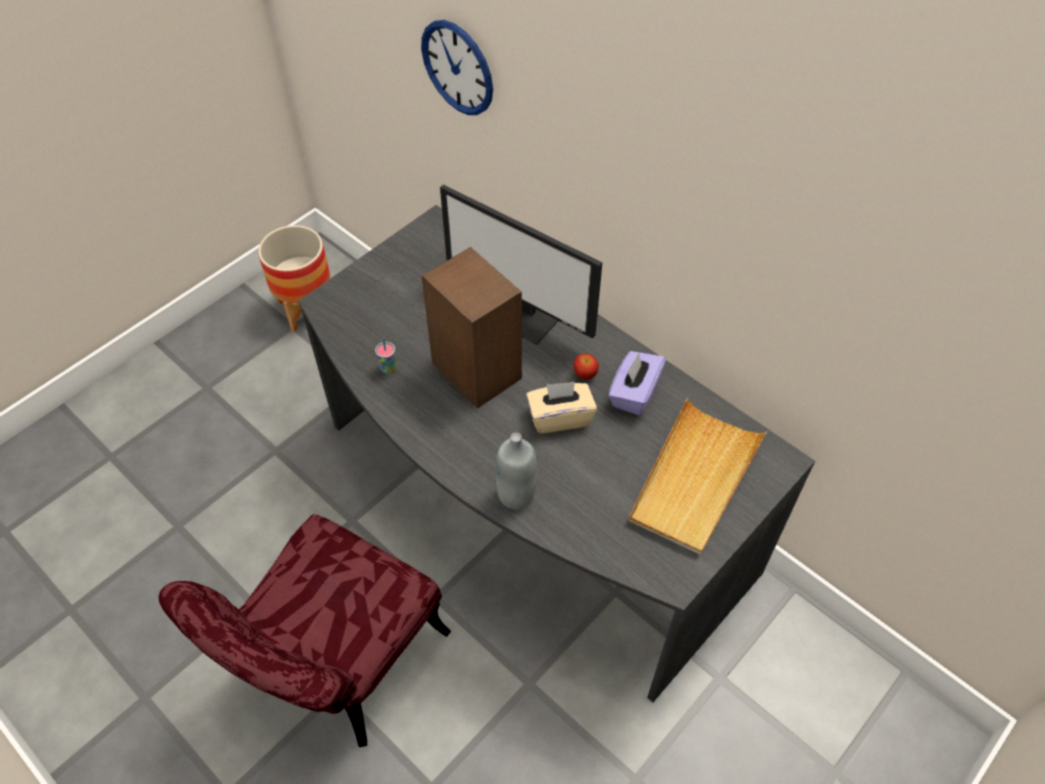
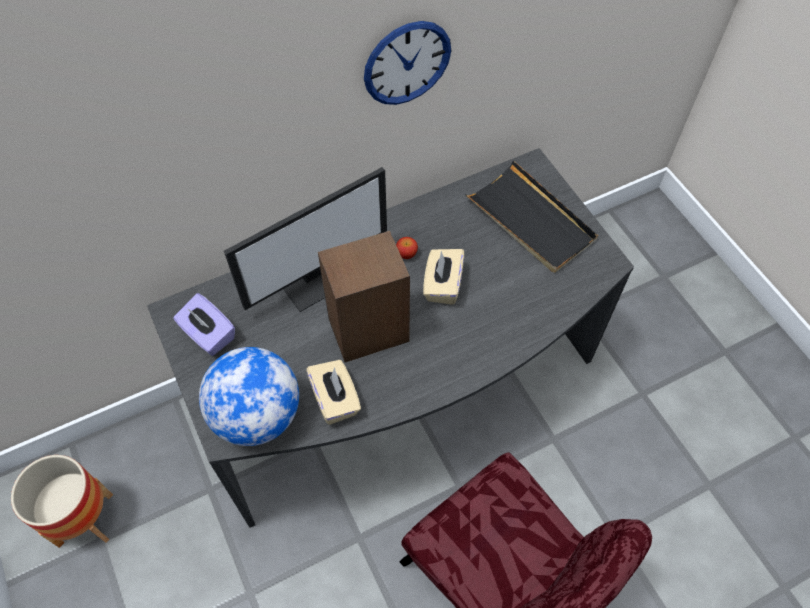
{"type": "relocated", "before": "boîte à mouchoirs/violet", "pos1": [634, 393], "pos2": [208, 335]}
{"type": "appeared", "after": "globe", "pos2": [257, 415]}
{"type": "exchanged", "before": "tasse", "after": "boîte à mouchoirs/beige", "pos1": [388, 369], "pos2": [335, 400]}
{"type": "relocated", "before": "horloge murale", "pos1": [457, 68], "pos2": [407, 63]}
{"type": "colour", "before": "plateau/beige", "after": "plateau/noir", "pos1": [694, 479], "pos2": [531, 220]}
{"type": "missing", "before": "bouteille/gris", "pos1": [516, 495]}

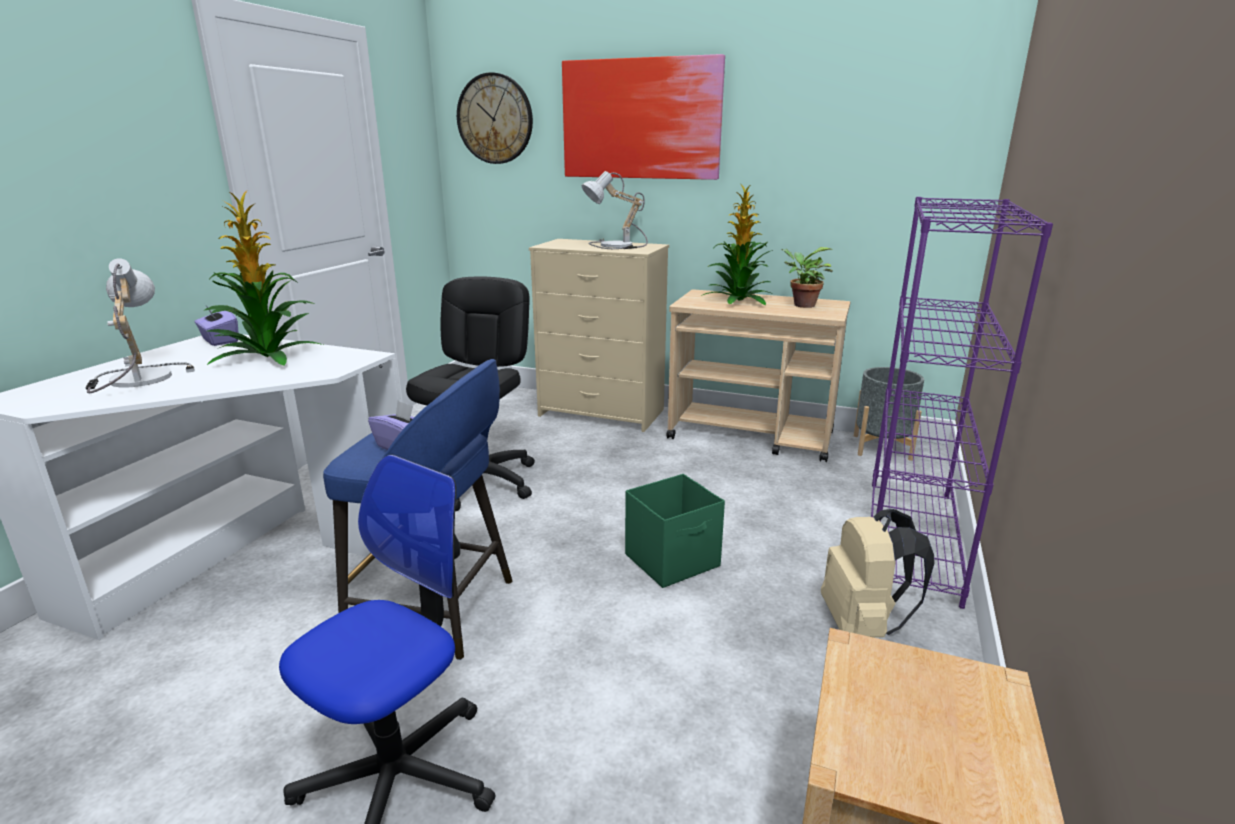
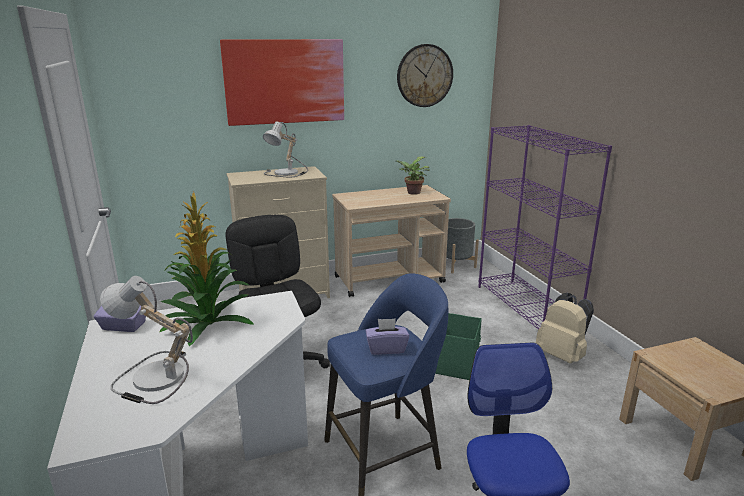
{"type": "relocated", "before": "horloge murale", "pos1": [495, 119], "pos2": [424, 76]}
{"type": "missing", "before": "plante en pot", "pos1": [737, 300]}

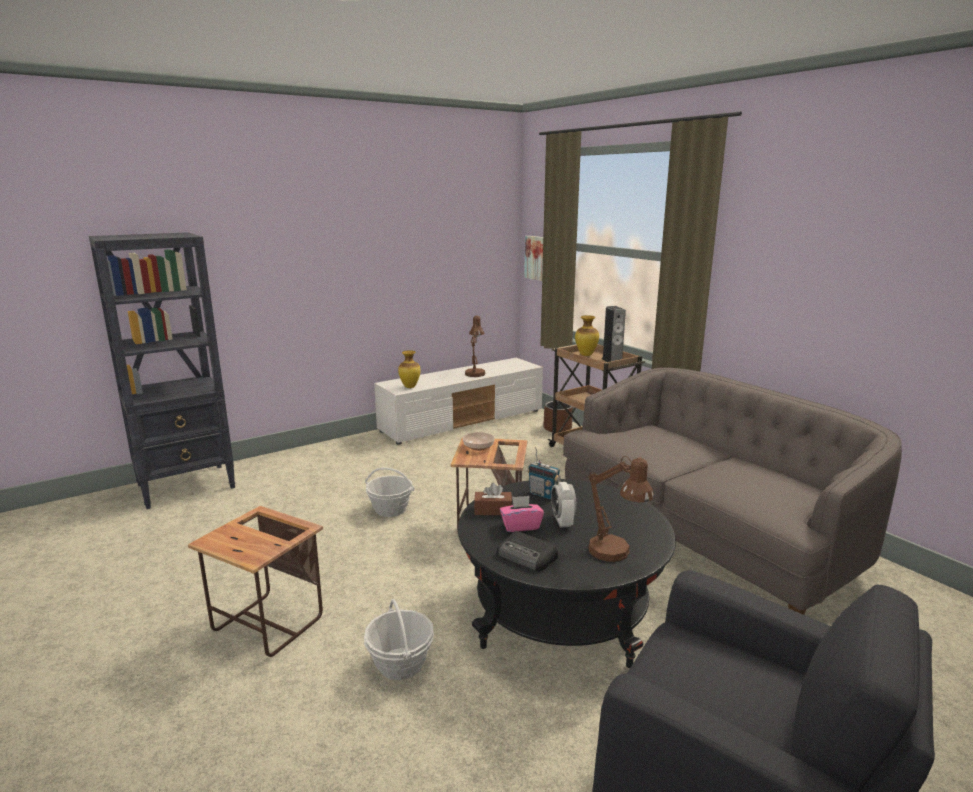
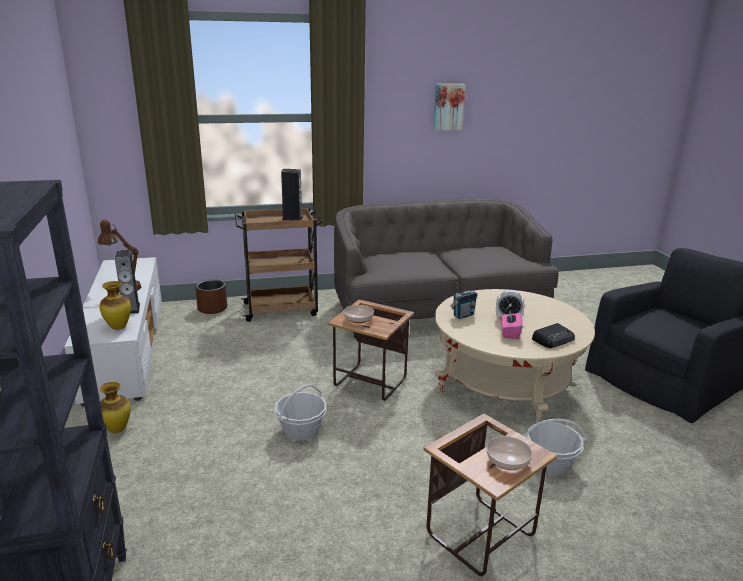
{"type": "relocated", "before": "vase", "pos1": [586, 355], "pos2": [118, 429]}
{"type": "appeared", "after": "enceinte", "pos2": [131, 308]}
{"type": "relocated", "before": "tableau", "pos1": [536, 258], "pos2": [448, 107]}
{"type": "colour", "before": "table basse/noir", "after": "table basse/beige", "pos1": [561, 610], "pos2": [505, 382]}
{"type": "appeared", "after": "bol", "pos2": [507, 461]}
{"type": "missing", "before": "boîte à mouchoirs/marron", "pos1": [493, 510]}
{"type": "missing", "before": "lampe de table/marron", "pos1": [615, 554]}

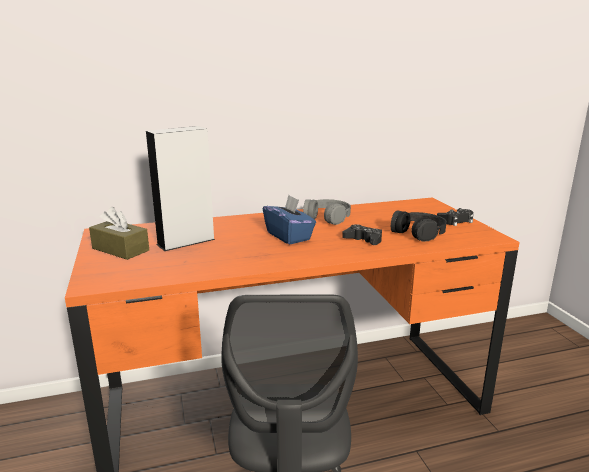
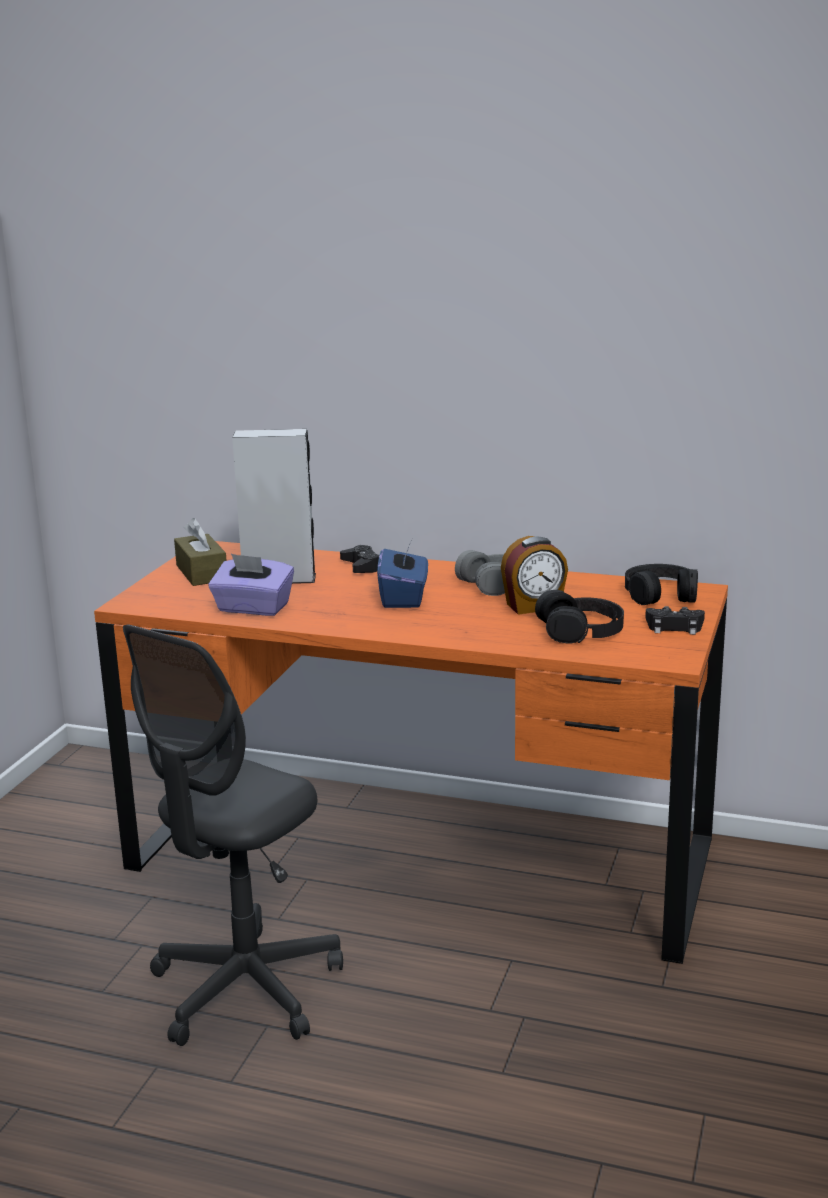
{"type": "appeared", "after": "boîte à mouchoirs/violet", "pos2": [253, 608]}
{"type": "relocated", "before": "manette/noir", "pos1": [363, 240], "pos2": [362, 566]}
{"type": "appeared", "after": "réveil", "pos2": [534, 606]}
{"type": "appeared", "after": "casque audio/noir", "pos2": [661, 594]}

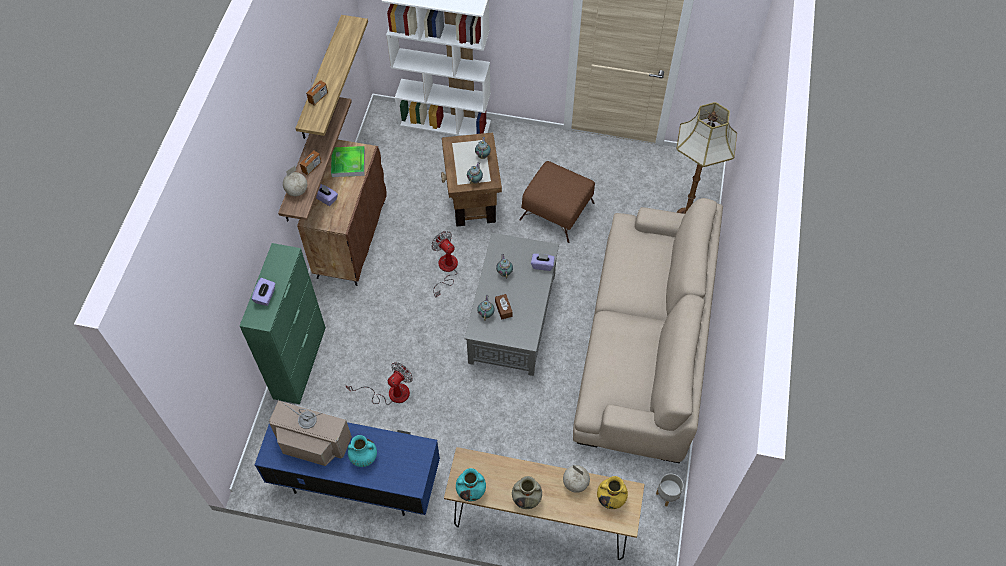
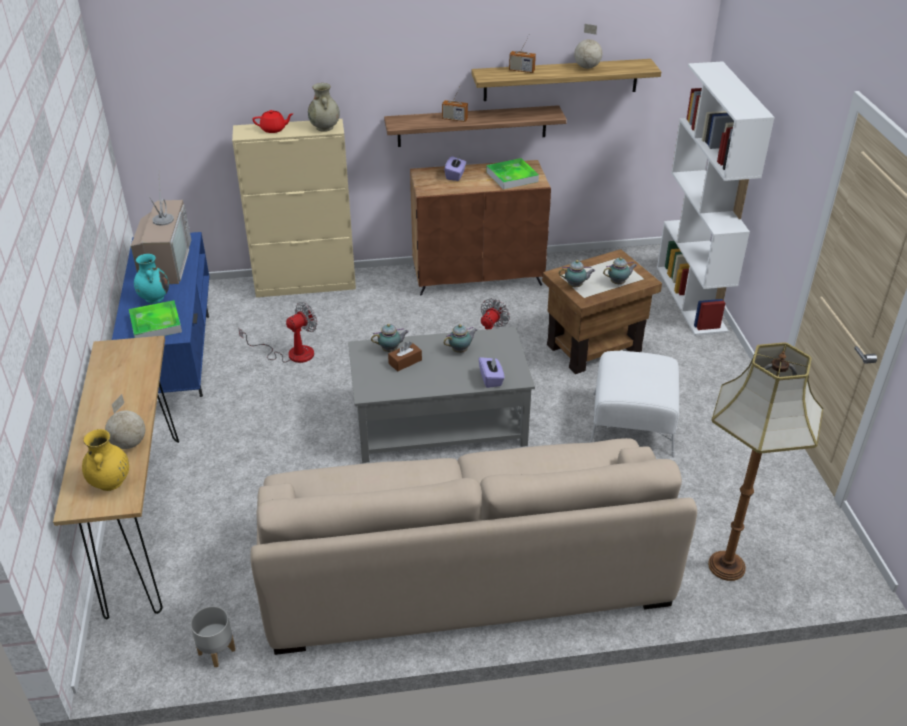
{"type": "appeared", "after": "plateau", "pos2": [156, 324]}
{"type": "colour", "before": "meuble de rangement/vert", "after": "meuble de rangement/beige", "pos1": [300, 362], "pos2": [306, 284]}
{"type": "spun", "before": "ventilateur", "pos1": [390, 393], "pos2": [291, 353], "turn": -60}
{"type": "exchanged", "before": "boîte à mouchoirs/violet", "after": "théière/rouge", "pos1": [265, 296], "pos2": [274, 129]}
{"type": "relocated", "before": "vase/beige", "pos1": [527, 498], "pos2": [325, 128]}
{"type": "relocated", "before": "globe", "pos1": [296, 191], "pos2": [586, 67]}
{"type": "colour", "before": "pouf/marron", "after": "pouf/blanc", "pos1": [557, 211], "pos2": [631, 424]}
{"type": "missing", "before": "vase/turquoise", "pos1": [471, 491]}

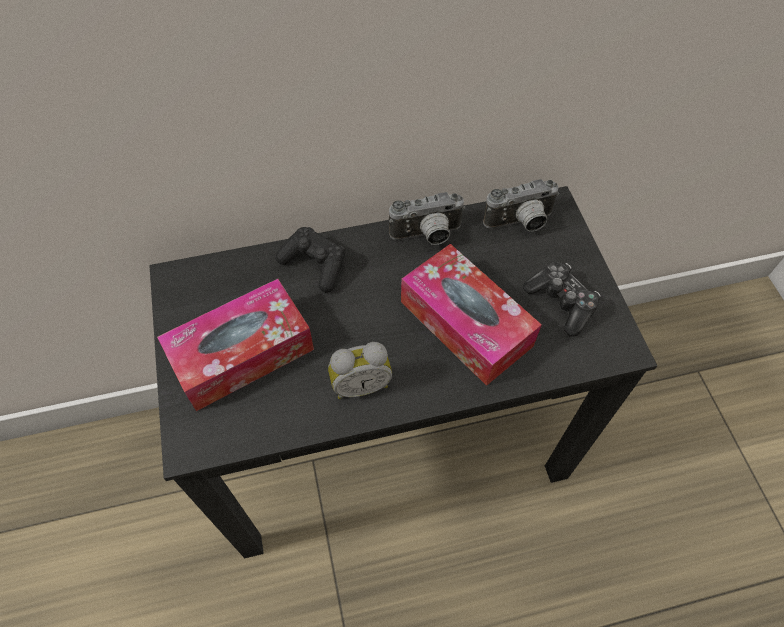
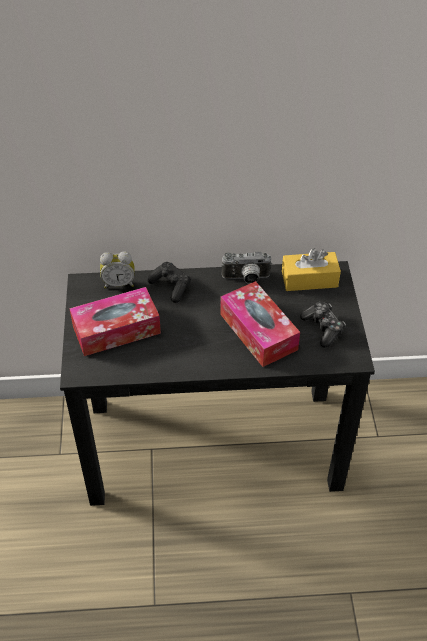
{"type": "relocated", "before": "réveil", "pos1": [360, 384], "pos2": [119, 283]}
{"type": "exchanged", "before": "appareil photo", "after": "boîte à mouchoirs/jaune", "pos1": [520, 223], "pos2": [309, 279]}

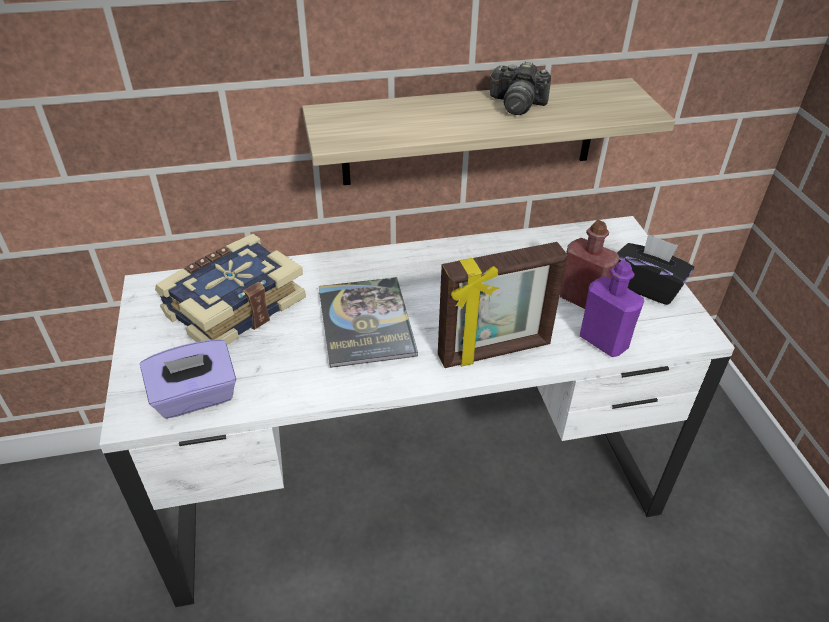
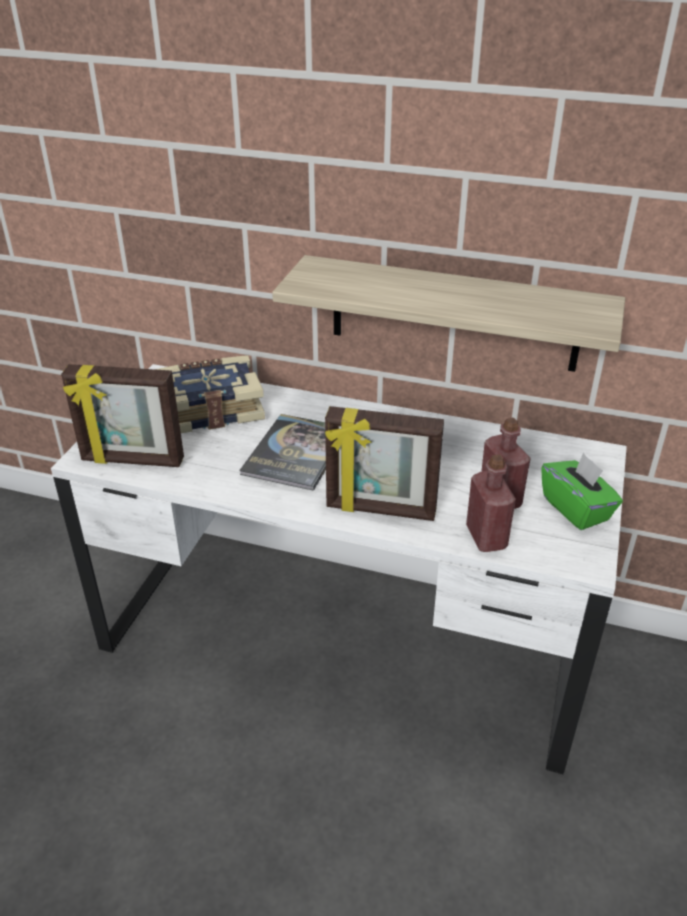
{"type": "exchanged", "before": "boîte à mouchoirs/violet", "after": "cadre photo", "pos1": [196, 397], "pos2": [132, 461]}
{"type": "colour", "before": "bouteille/violet", "after": "bouteille/rouge", "pos1": [603, 342], "pos2": [486, 537]}
{"type": "colour", "before": "boîte à mouchoirs/noir", "after": "boîte à mouchoirs/vert", "pos1": [647, 286], "pos2": [576, 509]}
{"type": "missing", "before": "appareil photo", "pos1": [517, 105]}

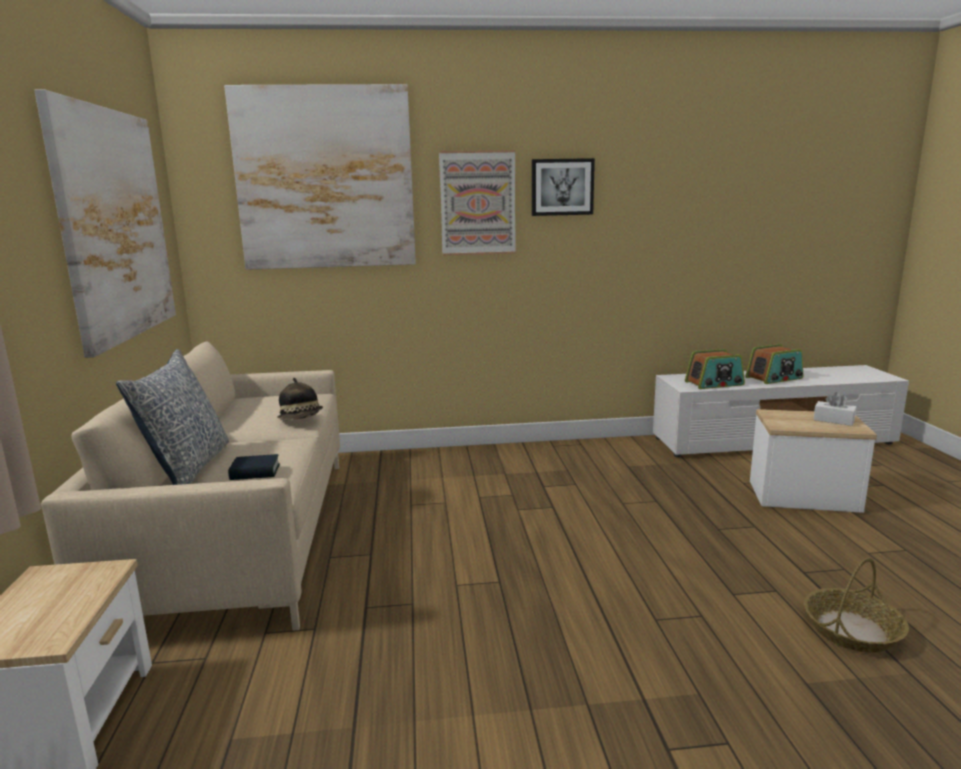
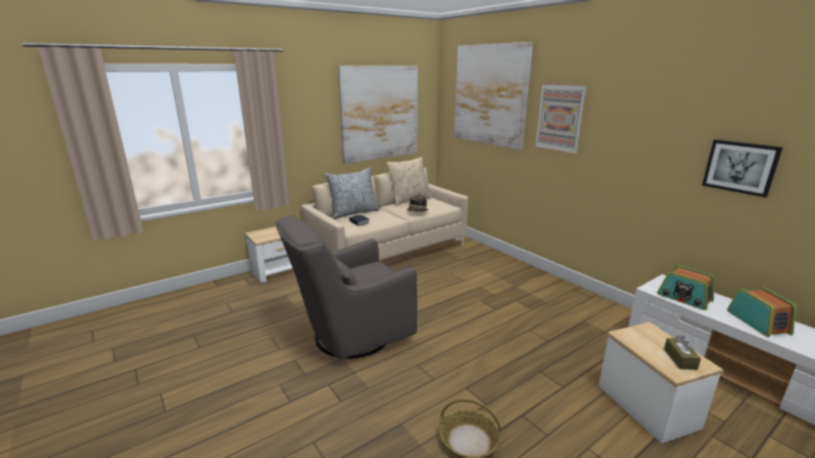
{"type": "appeared", "after": "fauteuil/gris", "pos2": [349, 336]}
{"type": "appeared", "after": "coussin/beige", "pos2": [409, 200]}
{"type": "colour", "before": "boîte à mouchoirs/blanc", "after": "boîte à mouchoirs/marron", "pos1": [833, 420], "pos2": [680, 359]}
{"type": "relocated", "before": "tableau", "pos1": [562, 187], "pos2": [740, 167]}
{"type": "spun", "before": "radio", "pos1": [774, 378], "pos2": [758, 322], "turn": -135}

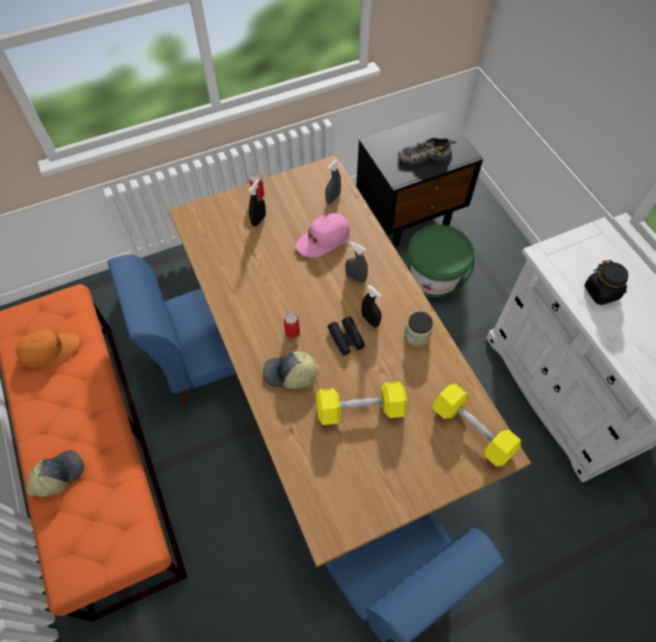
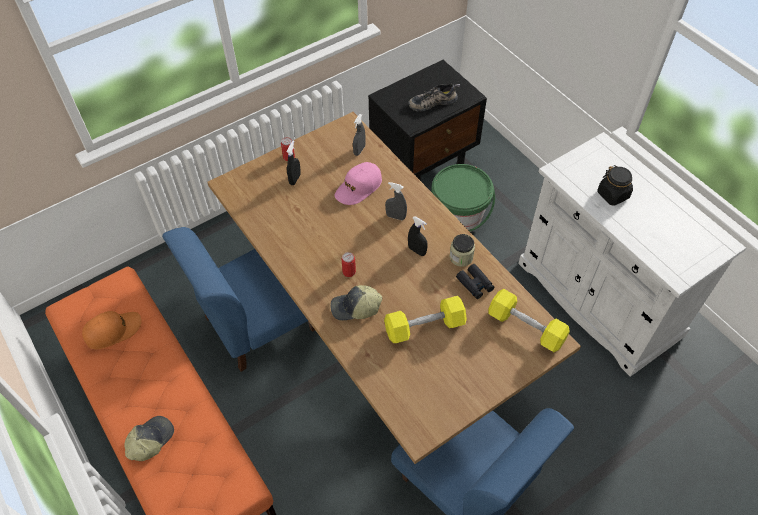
{"type": "relocated", "before": "jumelles/noir", "pos1": [346, 338], "pos2": [475, 284]}

